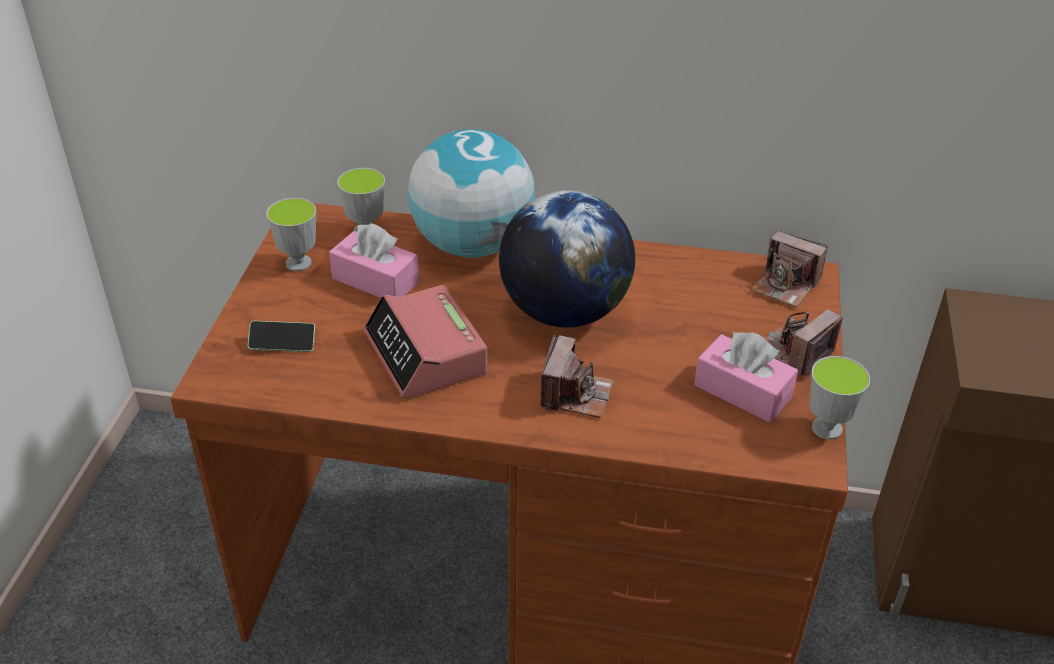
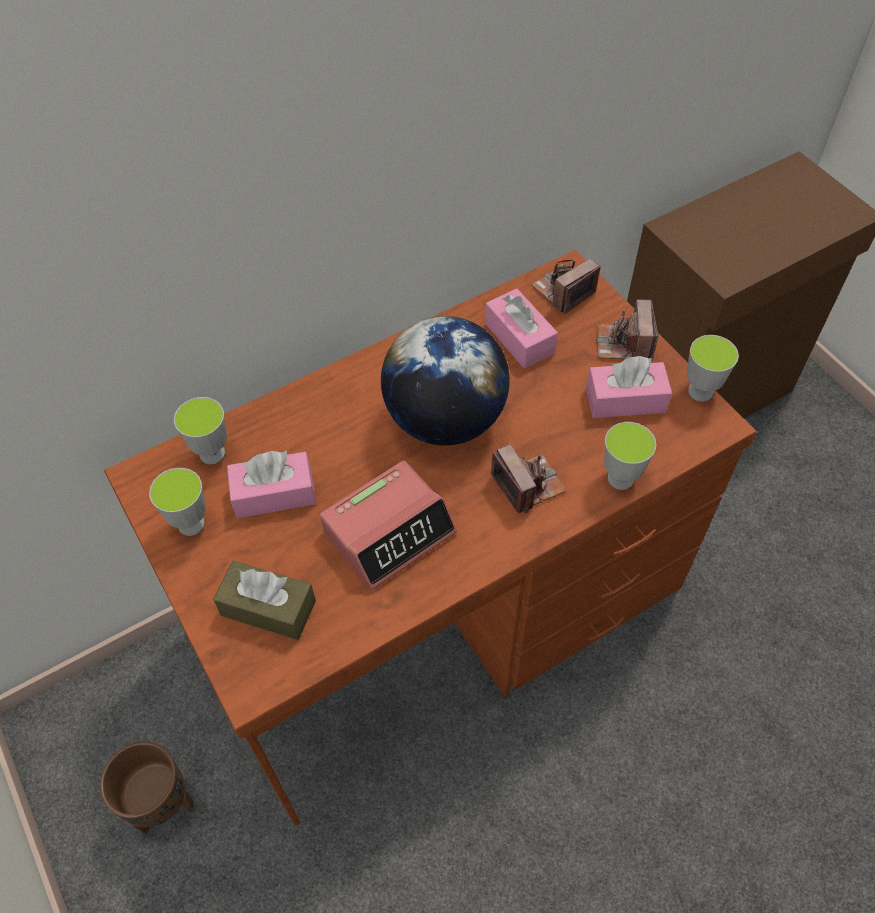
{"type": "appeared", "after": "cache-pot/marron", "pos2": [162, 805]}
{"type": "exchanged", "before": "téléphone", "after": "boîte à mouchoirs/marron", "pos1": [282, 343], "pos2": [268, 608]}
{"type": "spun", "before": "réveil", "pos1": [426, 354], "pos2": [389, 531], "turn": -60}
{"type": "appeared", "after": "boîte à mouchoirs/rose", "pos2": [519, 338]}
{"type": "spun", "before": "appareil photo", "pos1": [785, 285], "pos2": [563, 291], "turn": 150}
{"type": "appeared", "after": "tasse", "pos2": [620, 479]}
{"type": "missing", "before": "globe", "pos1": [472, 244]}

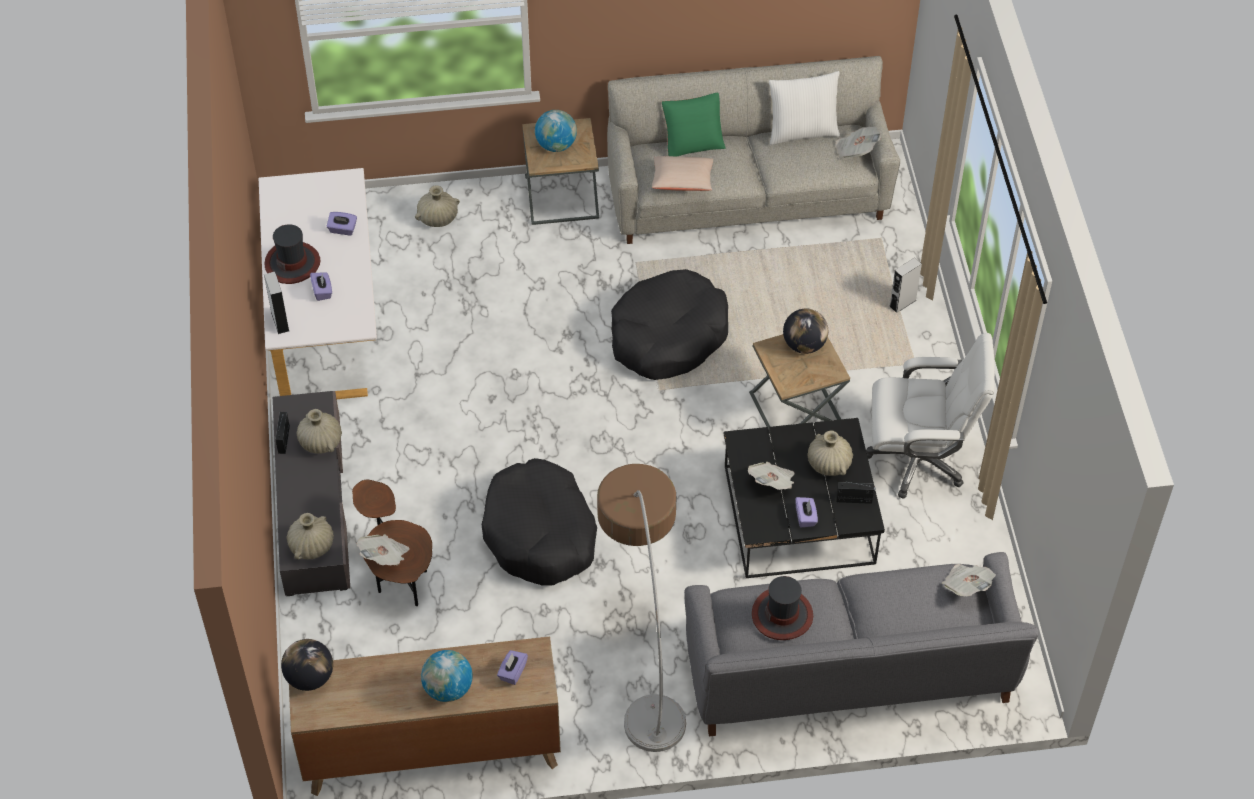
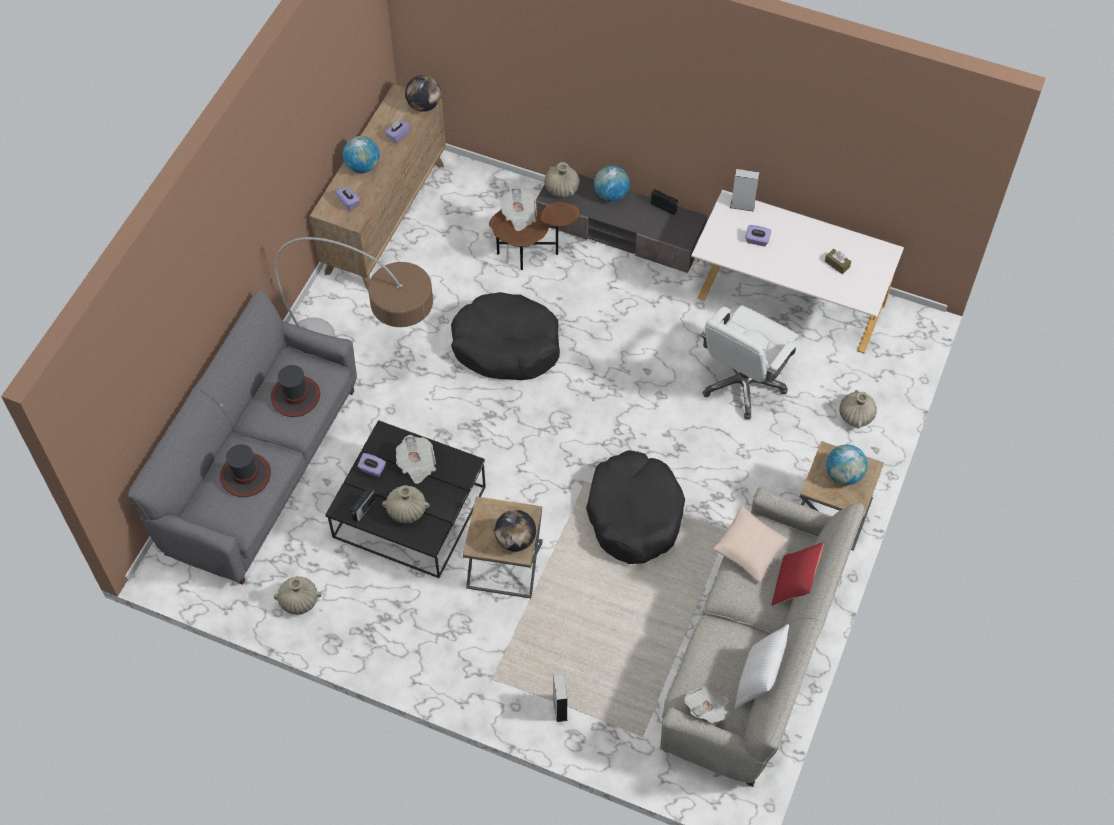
{"type": "relocated", "before": "chapeau", "pos1": [292, 263], "pos2": [245, 475]}
{"type": "relocated", "before": "vase/beige", "pos1": [320, 442], "pos2": [299, 601]}
{"type": "relocated", "before": "boîte à mouchoirs/violet", "pos1": [342, 229], "pos2": [398, 135]}
{"type": "appeared", "after": "globe", "pos2": [611, 194]}
{"type": "relocated", "before": "chaise de bureau/blanc", "pos1": [918, 458], "pos2": [743, 383]}
{"type": "colour", "before": "coussin/vert", "after": "coussin/rouge", "pos1": [693, 141], "pos2": [794, 585]}
{"type": "appeared", "after": "boîte à mouchoirs/marron", "pos2": [837, 264]}
{"type": "missing", "before": "journal", "pos1": [966, 586]}

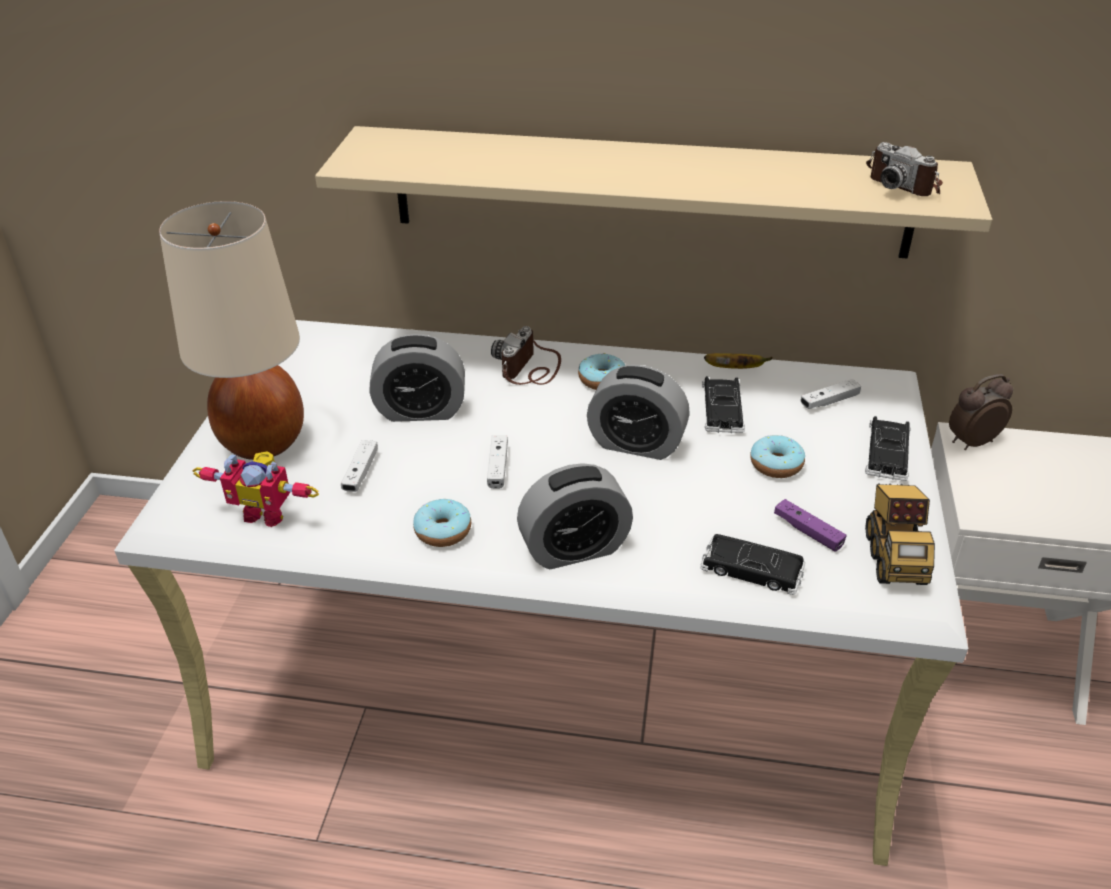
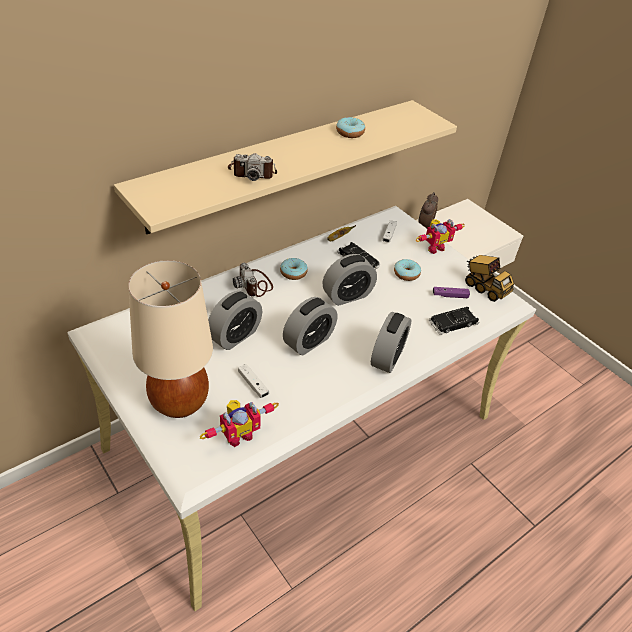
{"type": "relocated", "before": "appareil photo", "pos1": [905, 183], "pos2": [252, 172]}
{"type": "exchanged", "before": "manette/blanc", "after": "réveil", "pos1": [498, 467], "pos2": [308, 341]}
{"type": "relocated", "before": "beignet", "pos1": [443, 531], "pos2": [350, 133]}
{"type": "exchanged", "before": "petite voiture/noir", "after": "robot jouet", "pos1": [887, 454], "pos2": [434, 247]}

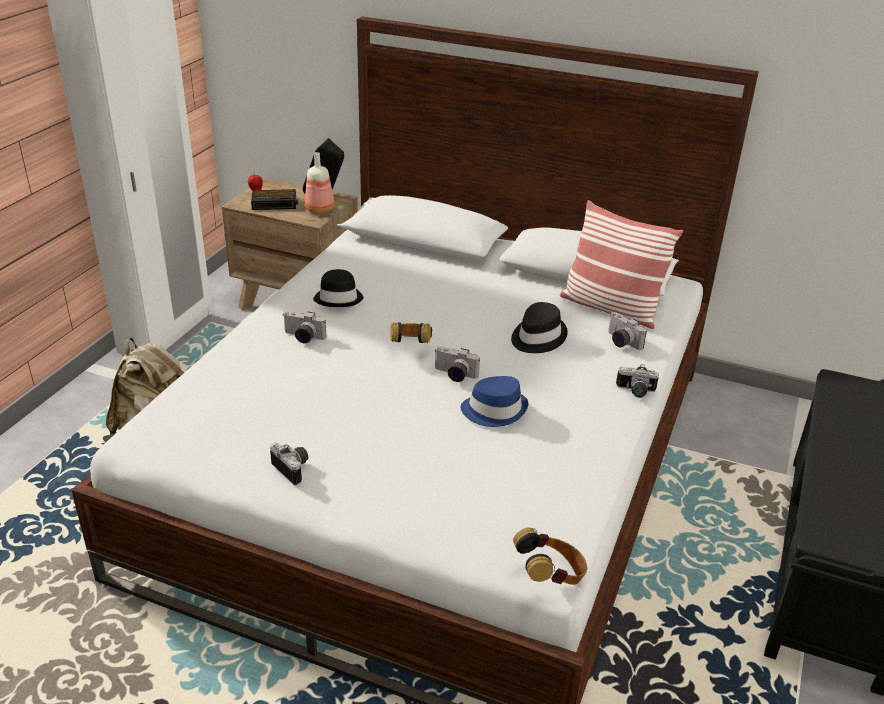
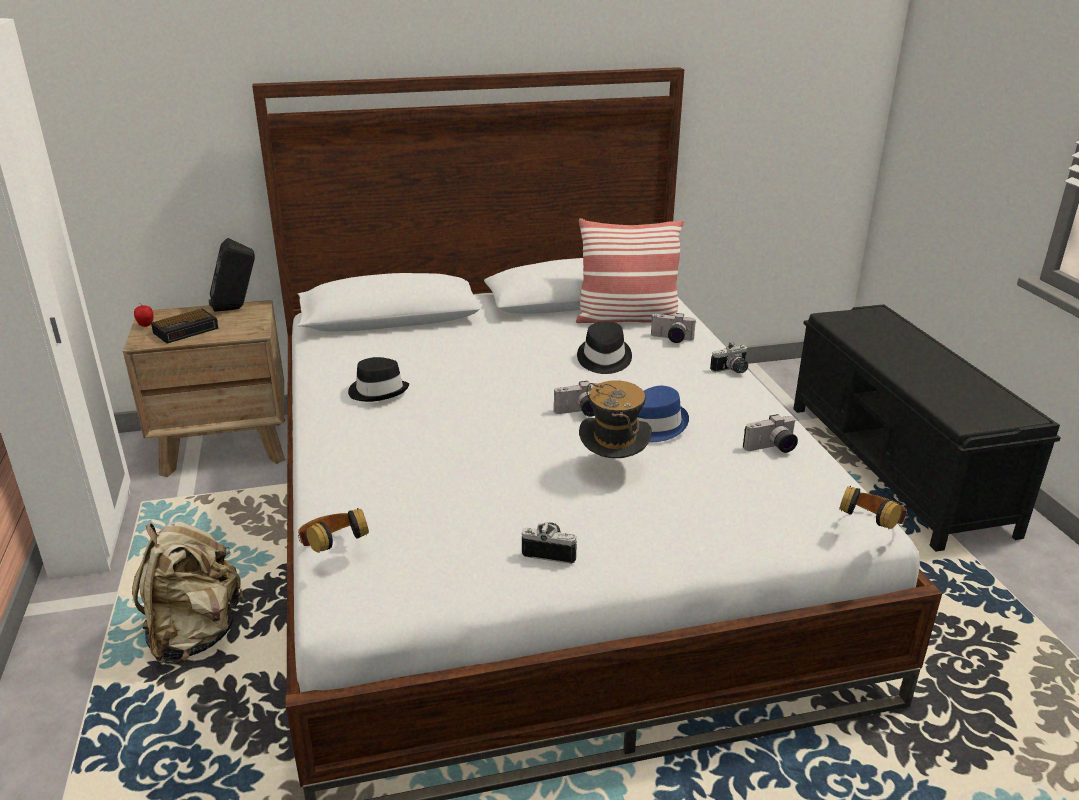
{"type": "relocated", "before": "casque audio", "pos1": [410, 347], "pos2": [333, 550]}
{"type": "appeared", "after": "chapeau", "pos2": [613, 469]}
{"type": "relocated", "before": "appareil photo", "pos1": [302, 337], "pos2": [772, 448]}
{"type": "missing", "before": "bouteille", "pos1": [319, 209]}

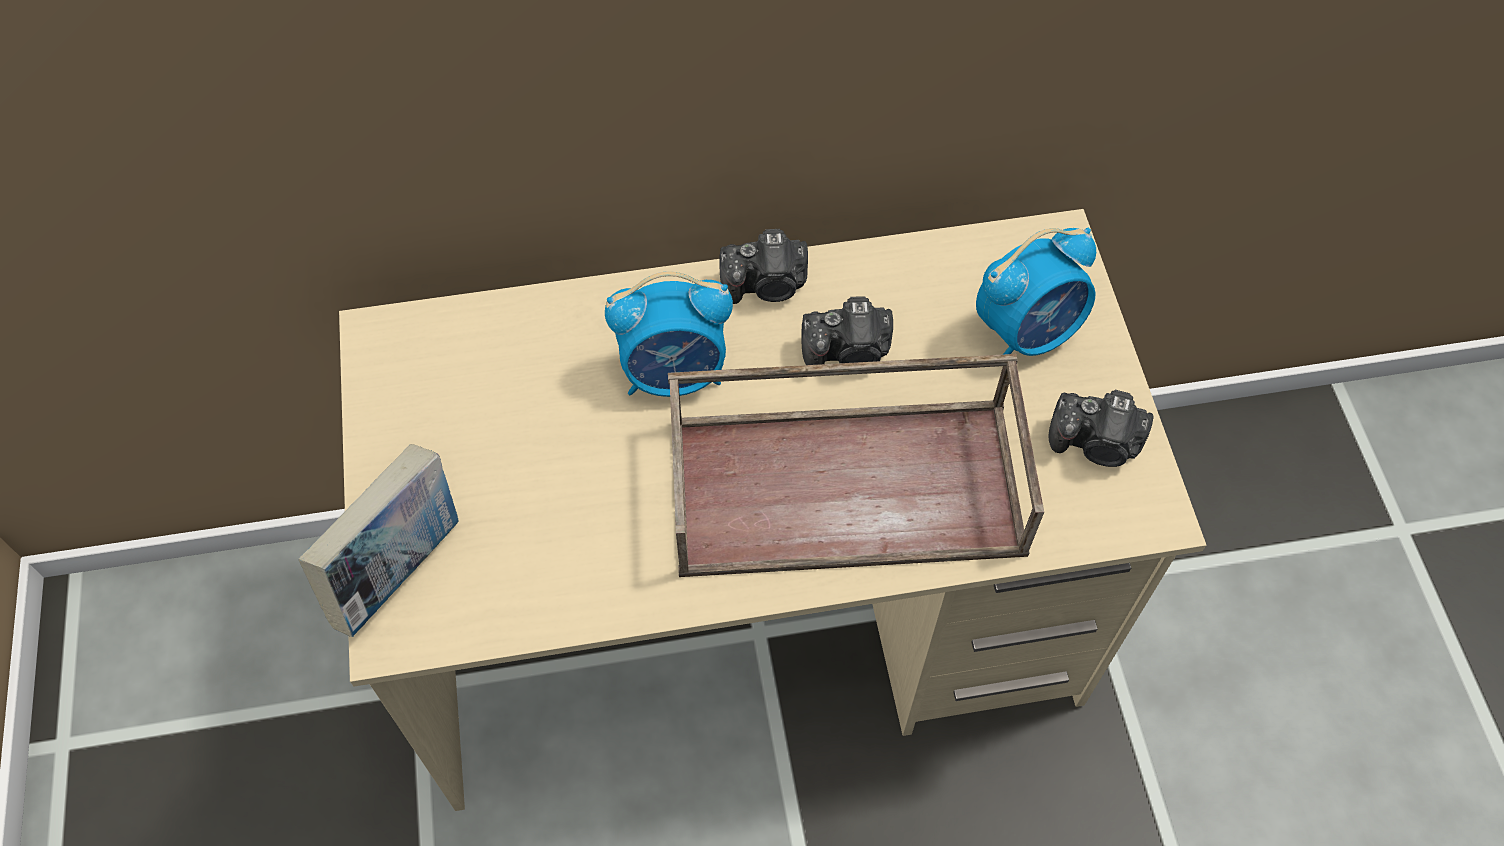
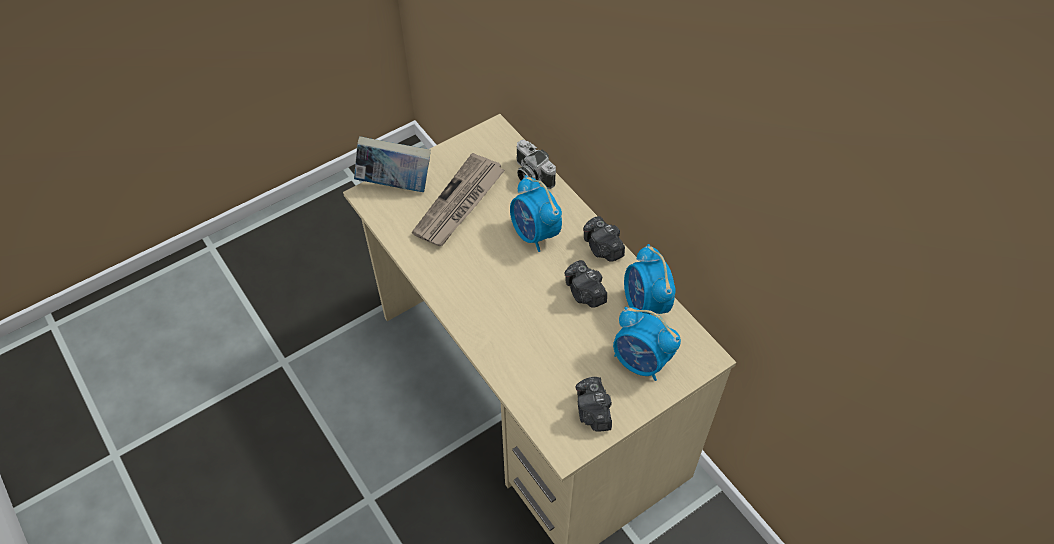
{"type": "appeared", "after": "journal", "pos2": [459, 203]}
{"type": "appeared", "after": "appareil photo", "pos2": [531, 175]}
{"type": "appeared", "after": "réveil", "pos2": [645, 305]}
{"type": "missing", "before": "plateau/marron", "pos1": [849, 483]}

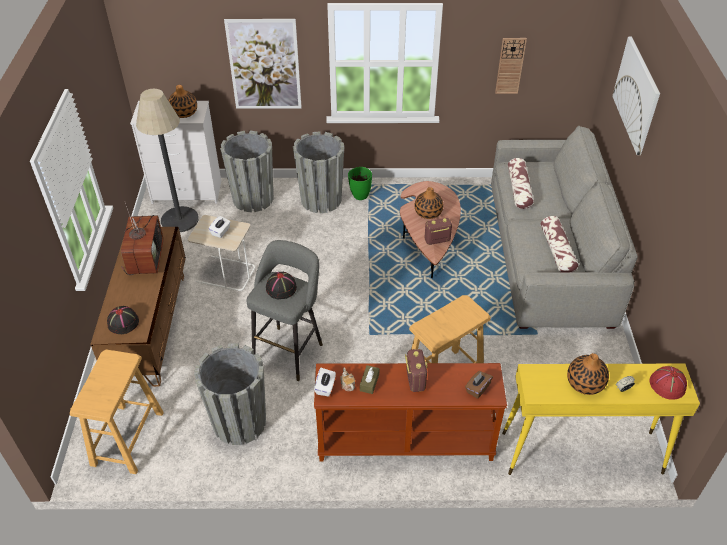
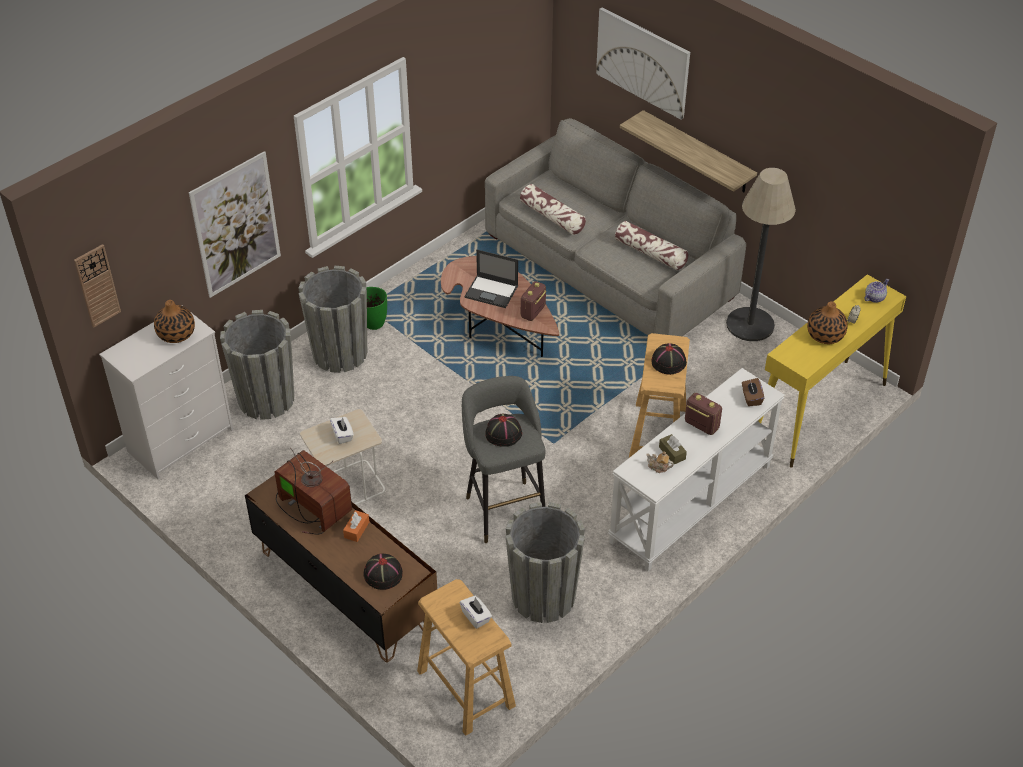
{"type": "relocated", "before": "horloge murale", "pos1": [510, 66], "pos2": [97, 285]}
{"type": "appeared", "after": "boîte à mouchoirs/orange", "pos2": [356, 529]}
{"type": "relocated", "before": "boîte à mouchoirs/blanc", "pos1": [325, 387], "pos2": [476, 617]}
{"type": "exchanged", "before": "vase", "after": "ordinateur portable", "pos1": [428, 213], "pos2": [492, 292]}
{"type": "colour", "before": "table console/marron", "after": "table console/blanc", "pos1": [404, 442], "pos2": [691, 504]}
{"type": "appeared", "after": "étagère", "pos2": [697, 152]}
{"type": "appeared", "after": "chapeau/noir", "pos2": [669, 362]}
{"type": "relocated", "before": "lampadaire", "pos1": [179, 220], "pos2": [750, 324]}
{"type": "exchanged", "before": "chapeau/rouge", "after": "théière", "pos1": [667, 385], "pos2": [874, 298]}

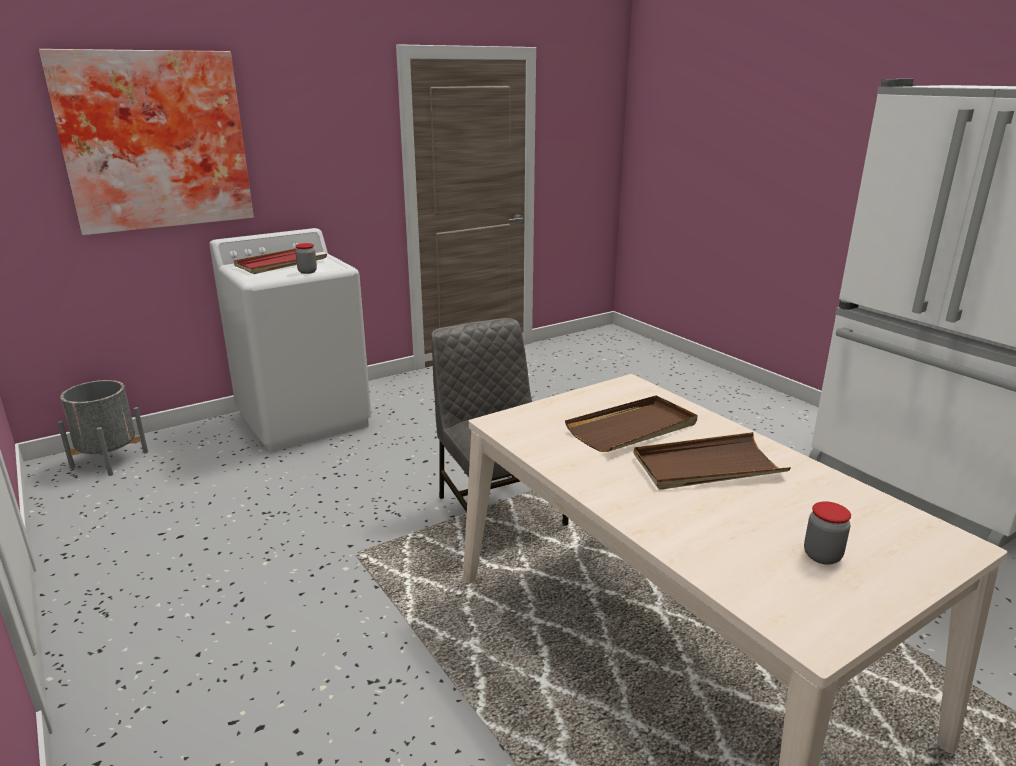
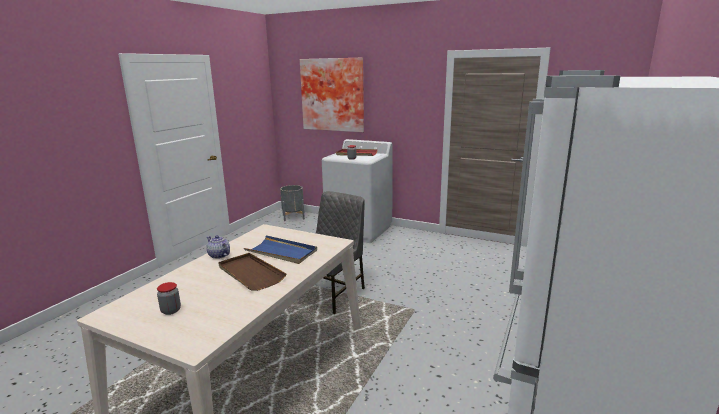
{"type": "appeared", "after": "théière", "pos2": [219, 255]}
{"type": "colour", "before": "plateau/marron", "after": "plateau/bleu", "pos1": [633, 428], "pos2": [281, 252]}

